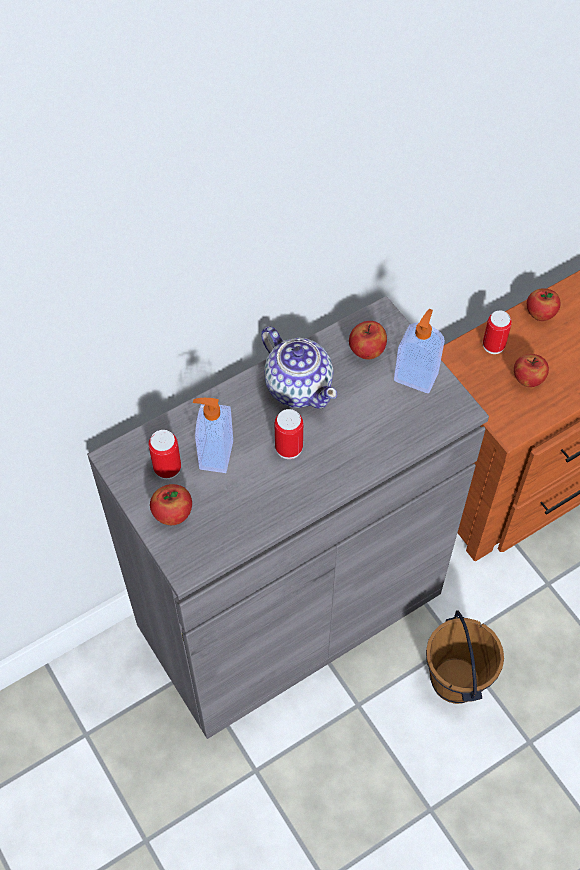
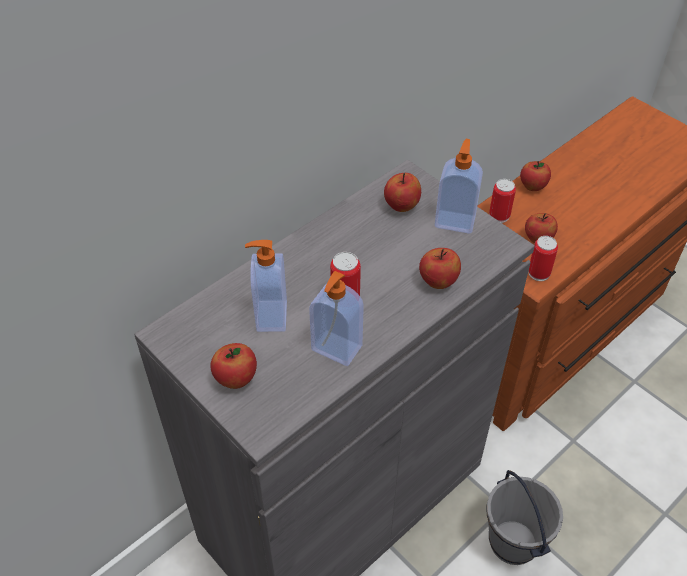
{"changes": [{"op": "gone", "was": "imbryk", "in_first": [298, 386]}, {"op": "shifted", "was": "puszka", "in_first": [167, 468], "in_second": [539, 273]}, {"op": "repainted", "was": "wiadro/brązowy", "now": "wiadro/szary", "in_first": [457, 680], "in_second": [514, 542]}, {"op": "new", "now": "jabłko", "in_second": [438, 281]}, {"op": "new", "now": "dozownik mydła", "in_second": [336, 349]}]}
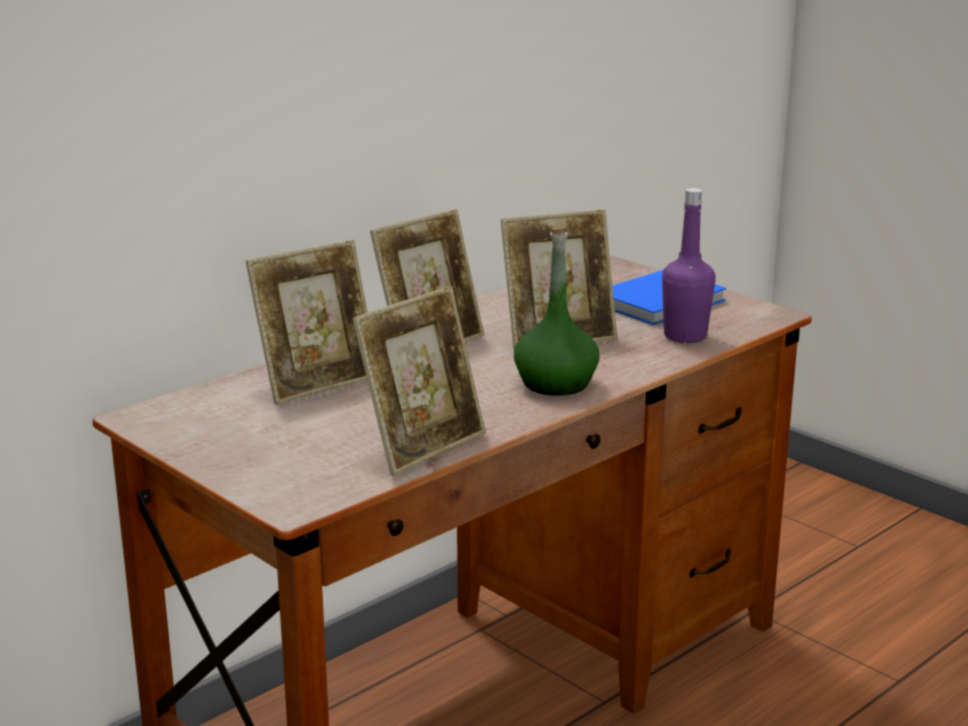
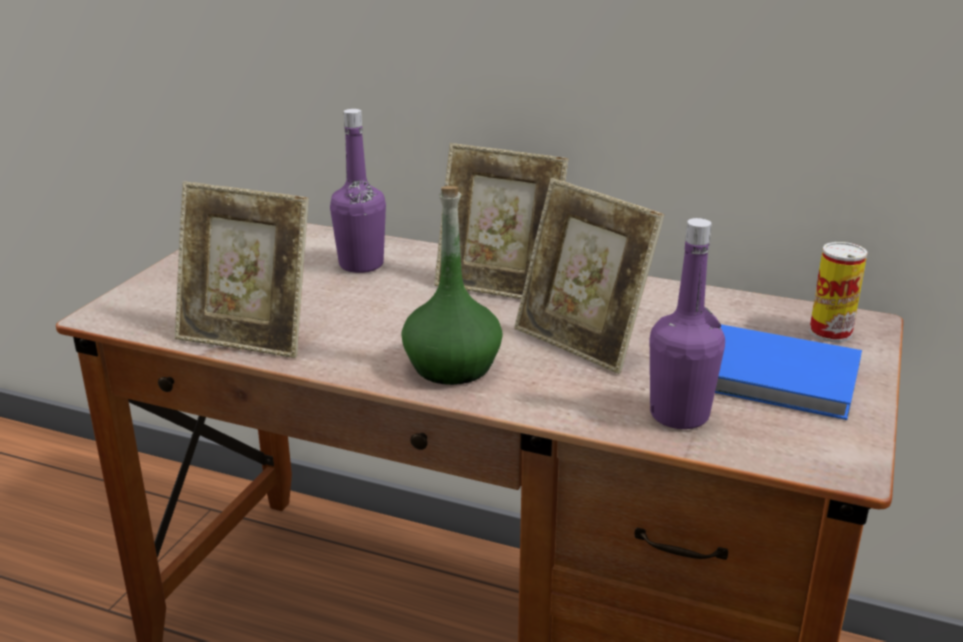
{"changes": [{"op": "swapped", "was": "ramka na zdjęcie", "now": "butelka/fioletowy", "in_first": [318, 383], "in_second": [361, 264]}, {"op": "new", "now": "puszka", "in_second": [830, 332]}]}
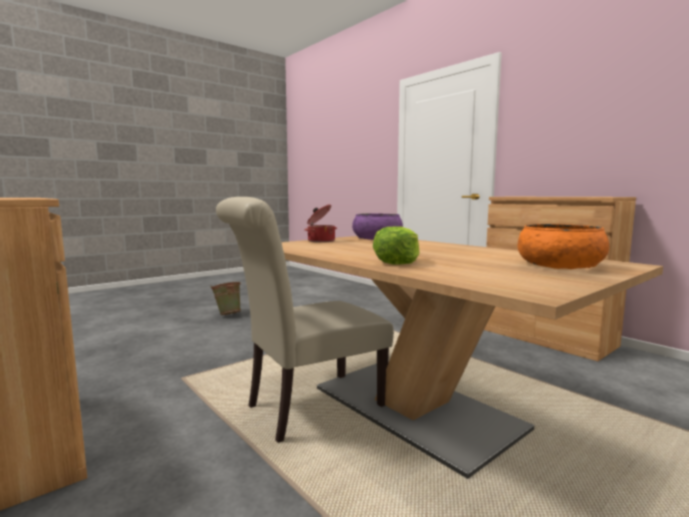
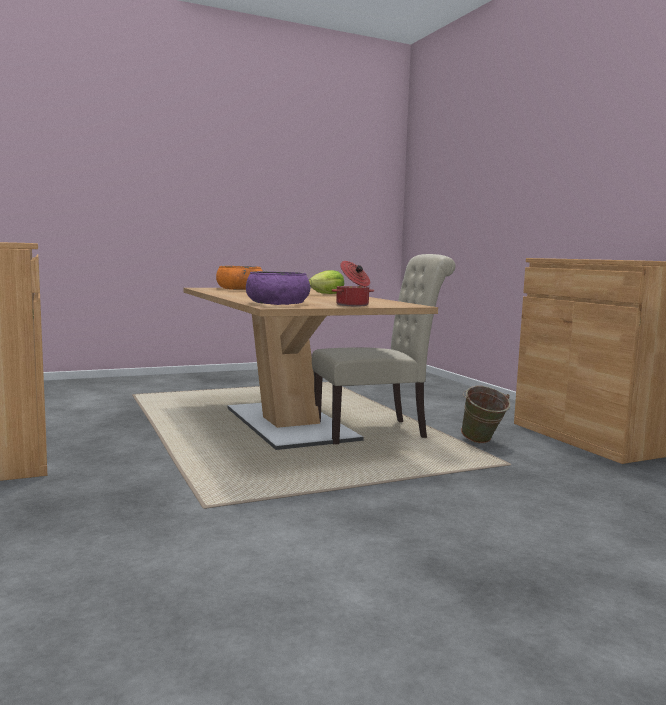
{"changes": [{"op": "shifted", "was": "wiadro/zielony", "in_first": [228, 314], "in_second": [482, 442]}]}
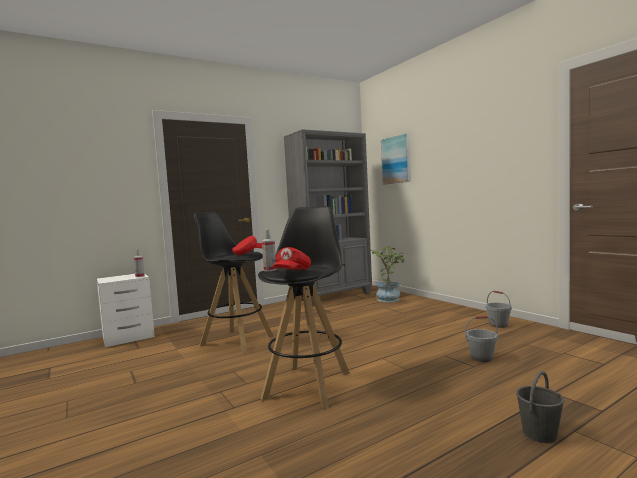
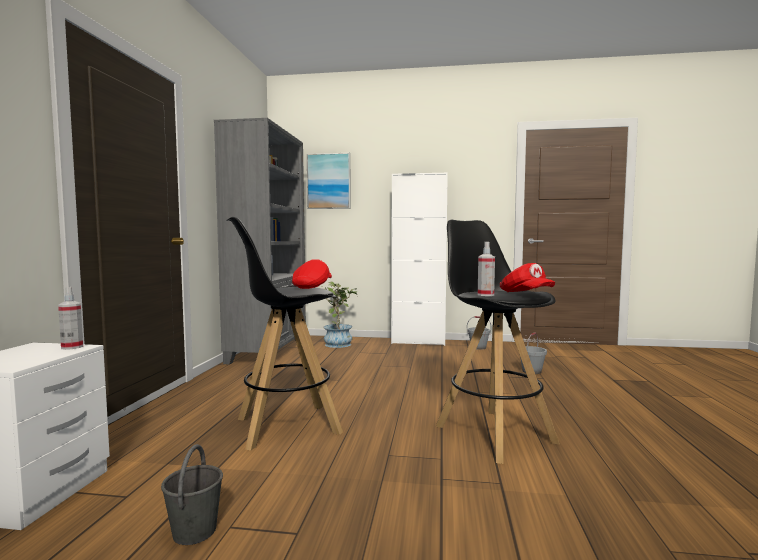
{"changes": [{"op": "shifted", "was": "wiadro/szary", "in_first": [539, 434], "in_second": [195, 531]}, {"op": "new", "now": "szafka/biały", "in_second": [418, 342]}]}
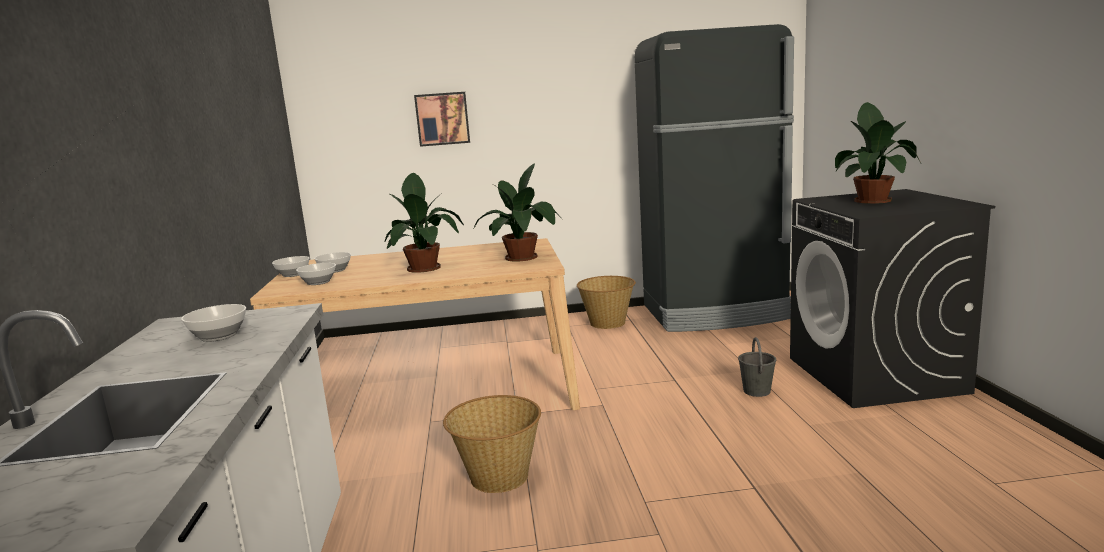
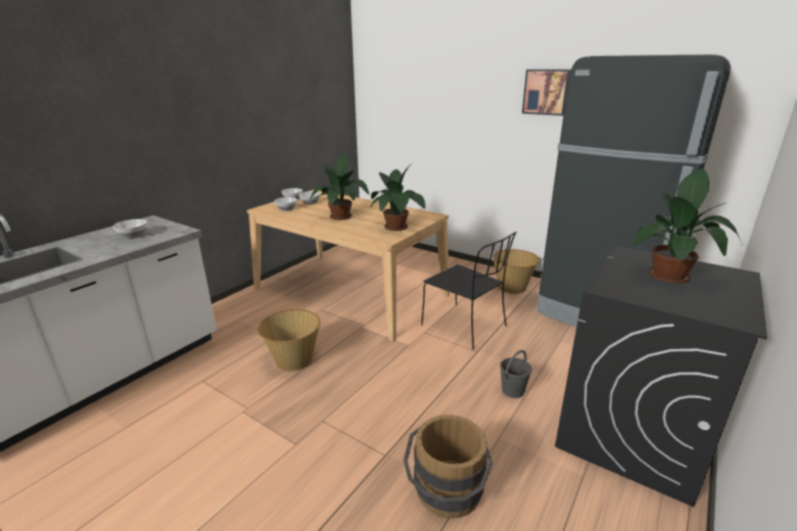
{"changes": [{"op": "shifted", "was": "obraz", "in_first": [442, 119], "in_second": [546, 92]}, {"op": "new", "now": "krzesło/czarny", "in_second": [465, 326]}, {"op": "new", "now": "wiadro/brązowy", "in_second": [446, 495]}]}
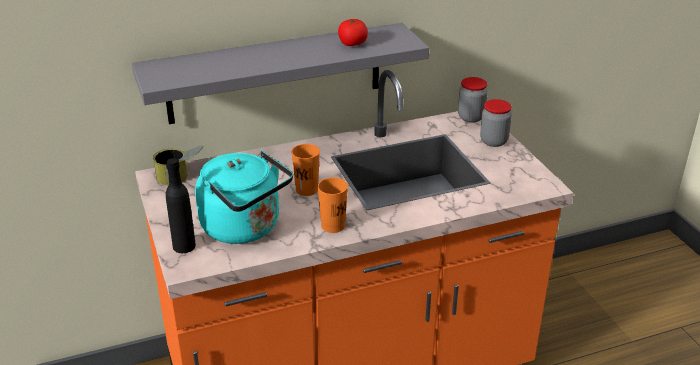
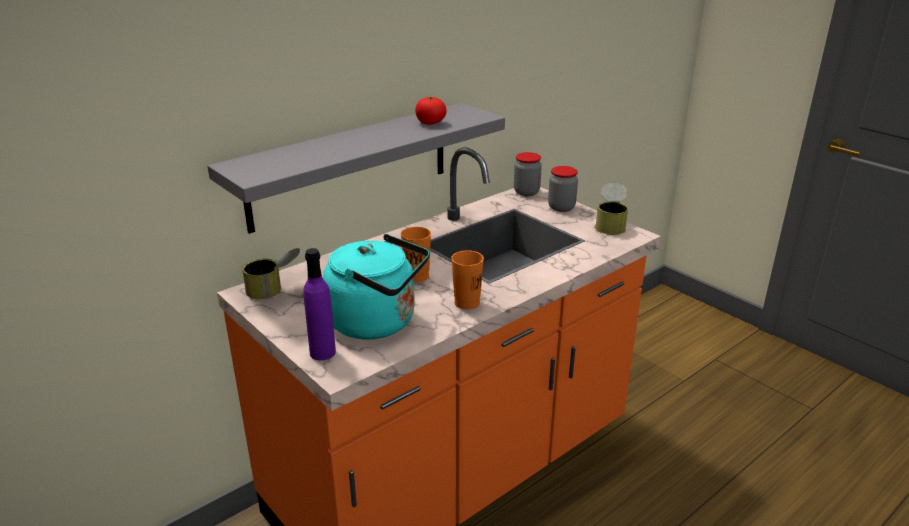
{"changes": [{"op": "repainted", "was": "butelka/czarny", "now": "butelka/fioletowy", "in_first": [184, 246], "in_second": [322, 352]}, {"op": "new", "now": "puszka", "in_second": [611, 224]}]}
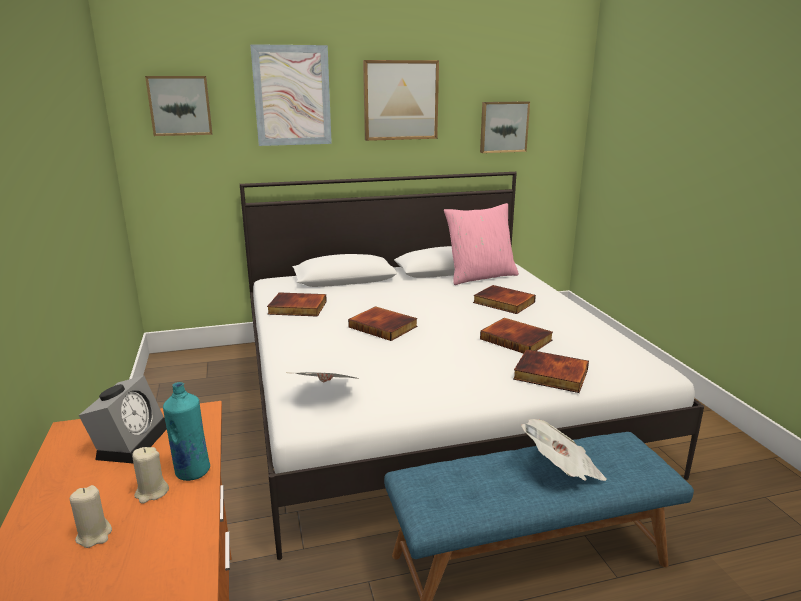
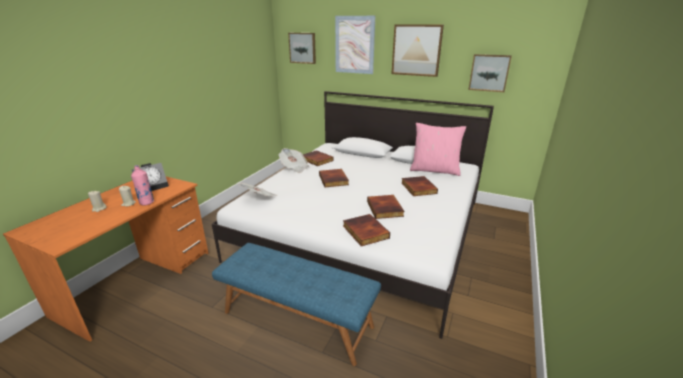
{"changes": [{"op": "repainted", "was": "butelka/turkusowy", "now": "butelka/różowy", "in_first": [192, 471], "in_second": [147, 202]}, {"op": "shifted", "was": "gazeta", "in_first": [561, 469], "in_second": [294, 168]}]}
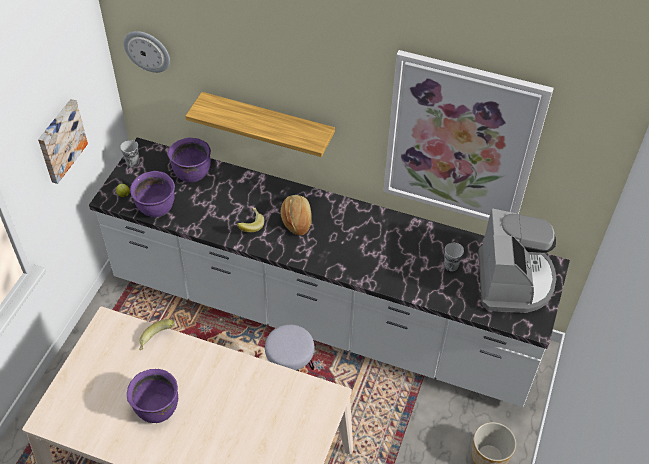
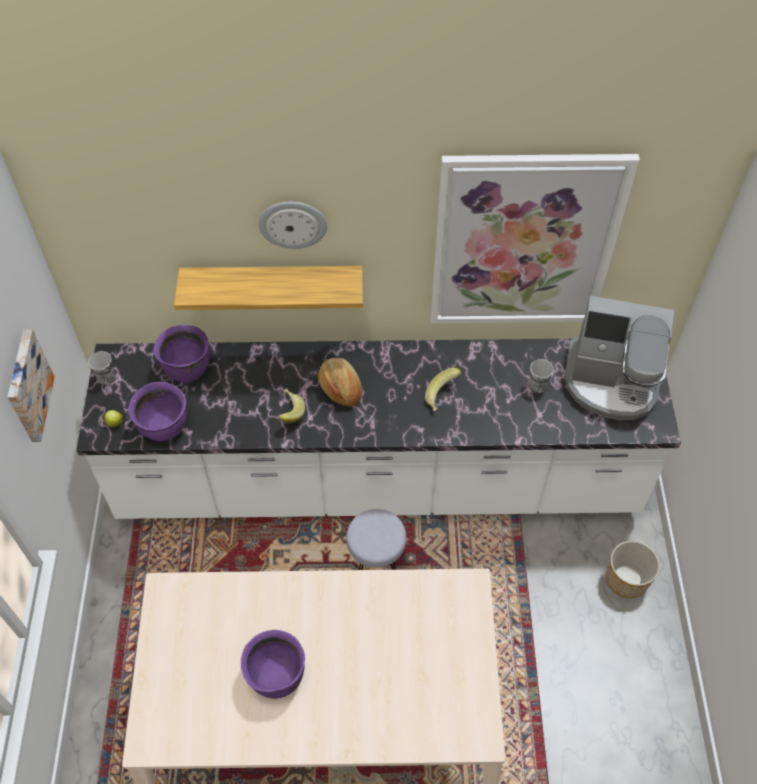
{"changes": [{"op": "shifted", "was": "zegar ścienny", "in_first": [147, 51], "in_second": [292, 223]}, {"op": "rotated", "was": "ekspres do kawy", "in_first": [513, 281], "in_second": [611, 381], "clockwise": 120}, {"op": "shifted", "was": "banan", "in_first": [157, 340], "in_second": [443, 396]}]}
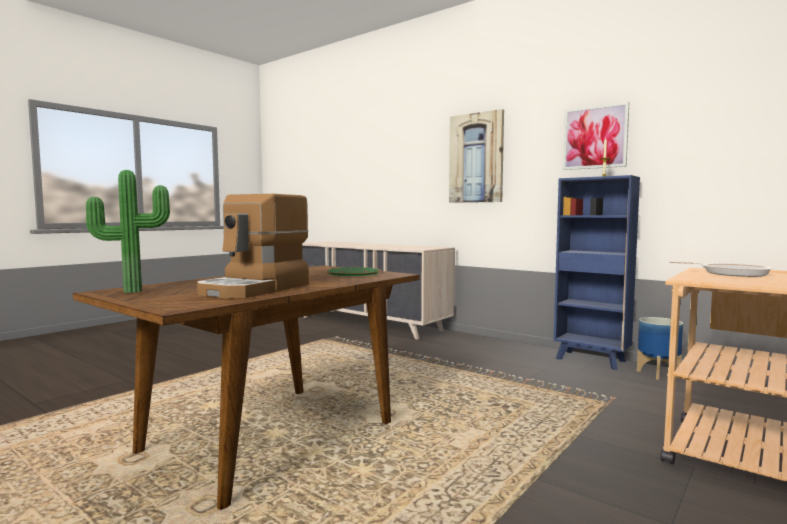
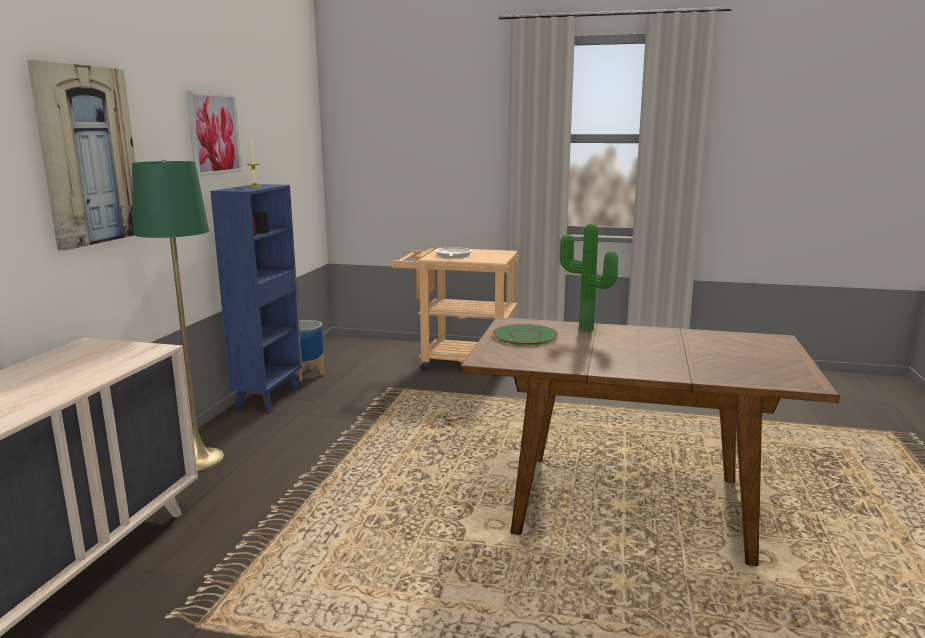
{"changes": [{"op": "shifted", "was": "roślina doniczkowa", "in_first": [132, 291], "in_second": [584, 330]}, {"op": "gone", "was": "ekspres do kawy", "in_first": [256, 289]}, {"op": "new", "now": "lampa stojąca/zielony", "in_second": [198, 460]}]}
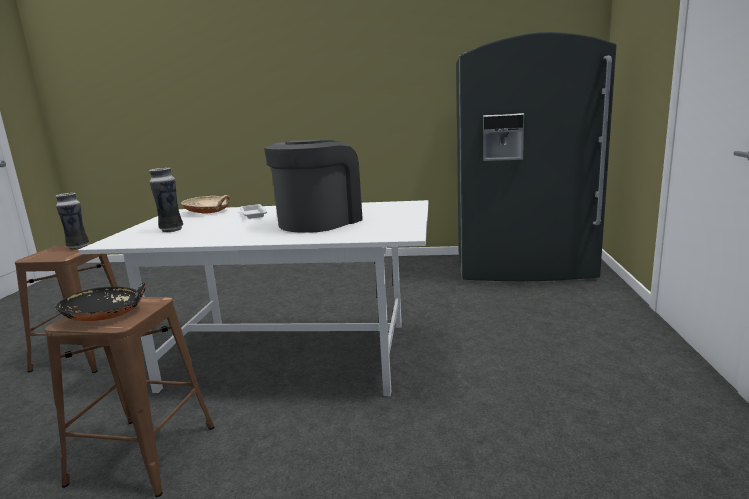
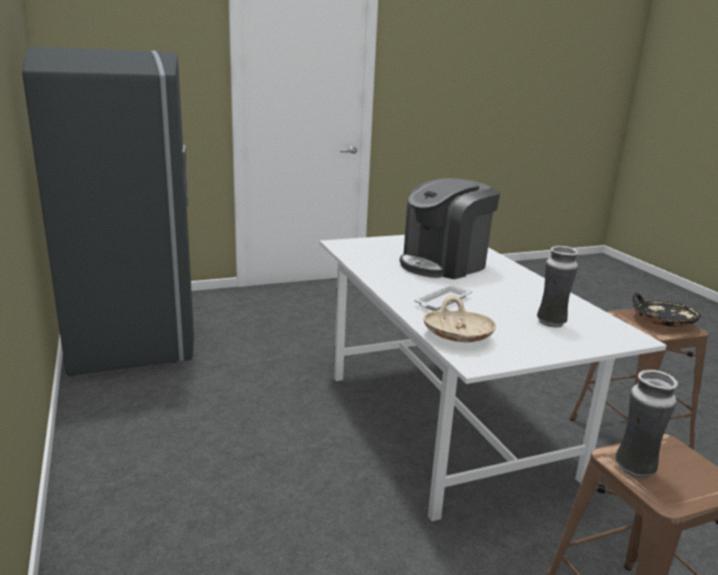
{"changes": [{"op": "rotated", "was": "ekspres do kawy", "in_first": [319, 222], "in_second": [444, 264], "clockwise": -45}]}
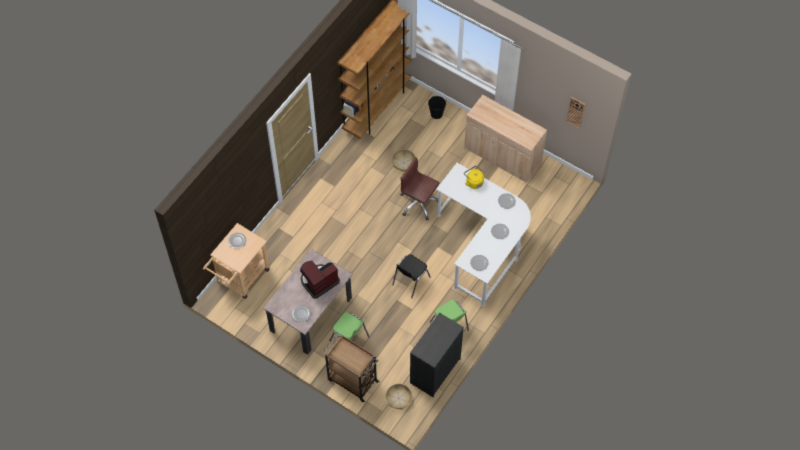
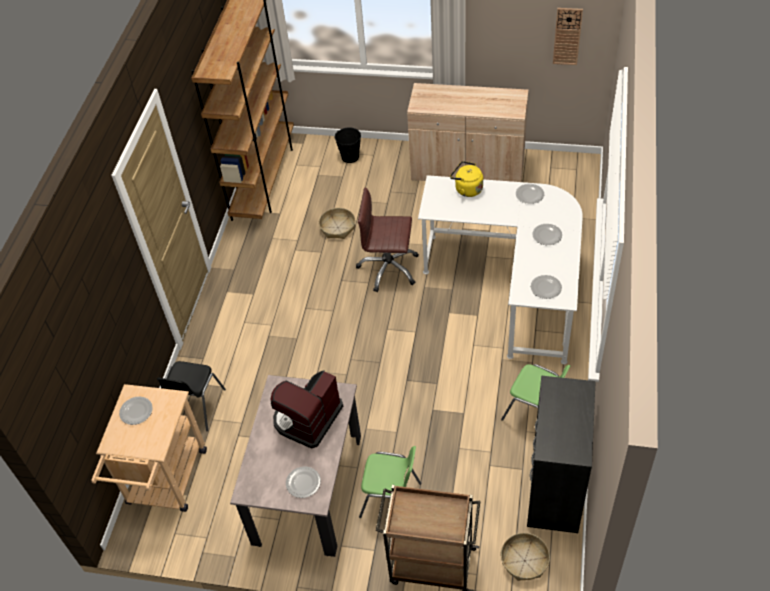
{"changes": [{"op": "shifted", "was": "krzesło/czarny", "in_first": [410, 281], "in_second": [196, 407]}]}
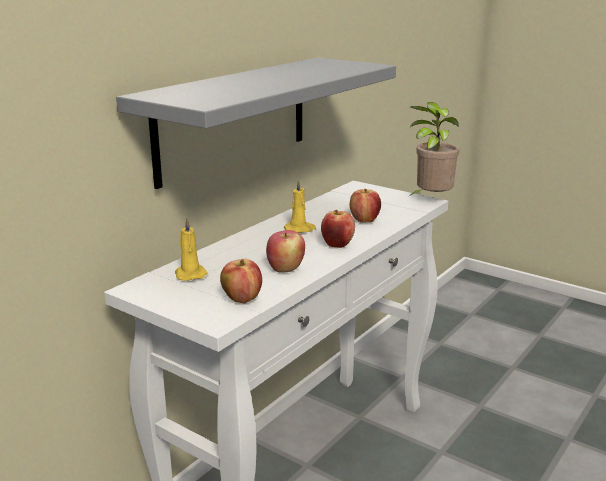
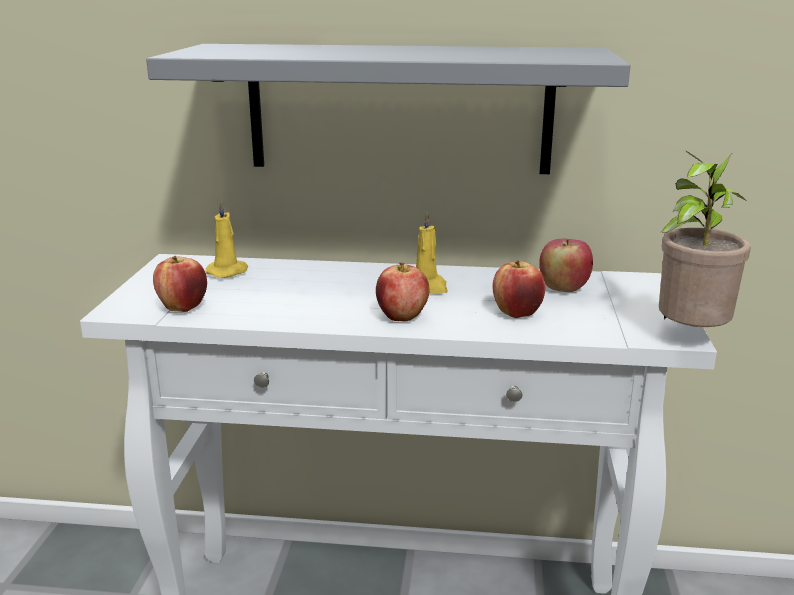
{"changes": [{"op": "shifted", "was": "jabłko", "in_first": [285, 269], "in_second": [563, 288]}]}
